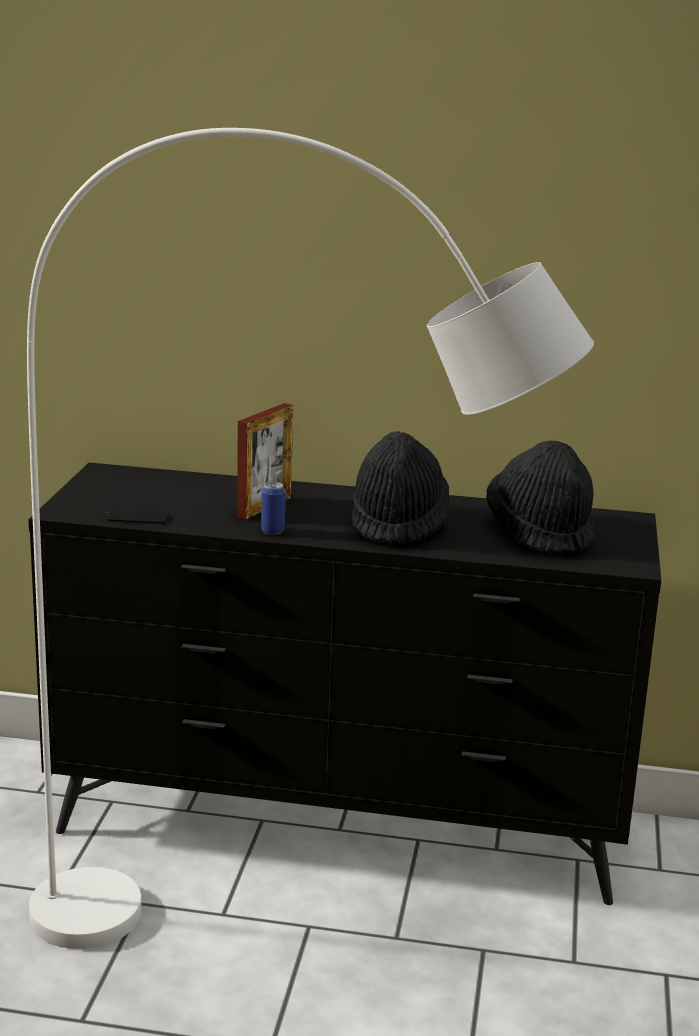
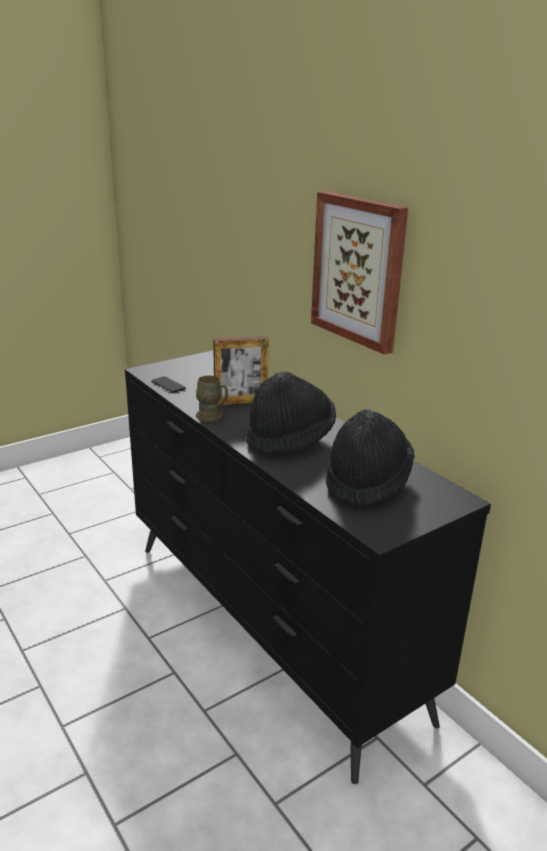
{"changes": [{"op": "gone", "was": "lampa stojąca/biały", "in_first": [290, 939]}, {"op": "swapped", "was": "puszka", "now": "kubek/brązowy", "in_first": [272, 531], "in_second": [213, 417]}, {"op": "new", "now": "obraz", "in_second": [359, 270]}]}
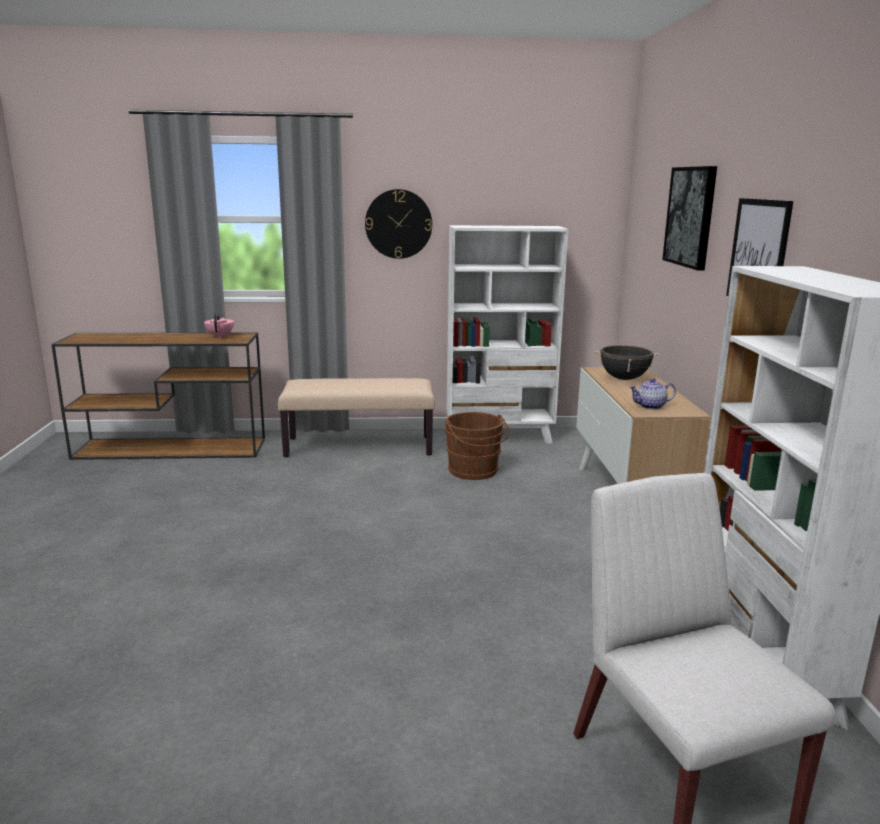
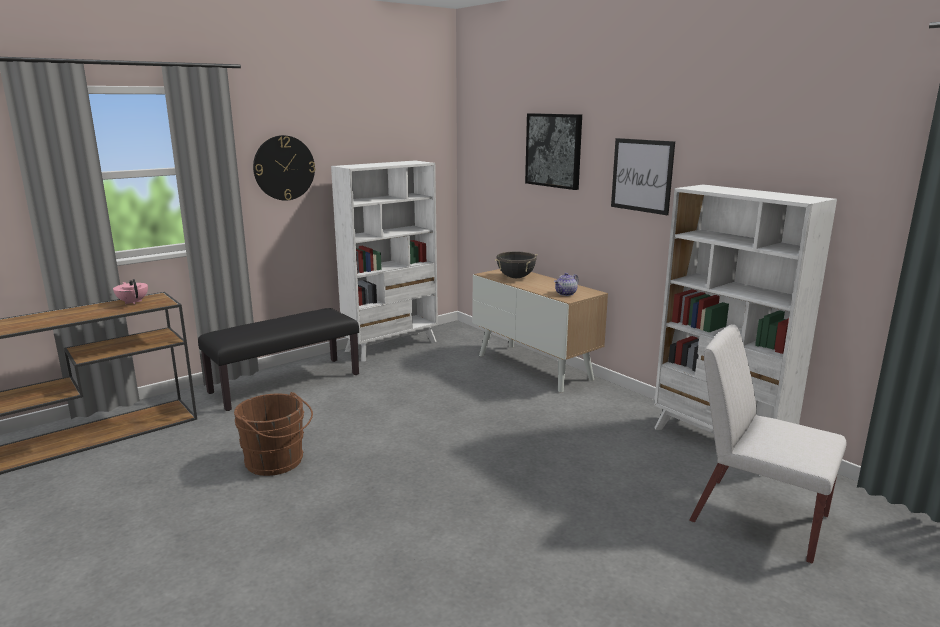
{"changes": [{"op": "repainted", "was": "ławka/beżowy", "now": "ławka/czarny", "in_first": [359, 446], "in_second": [285, 383]}, {"op": "shifted", "was": "wiadro/brązowy", "in_first": [474, 472], "in_second": [277, 462]}]}
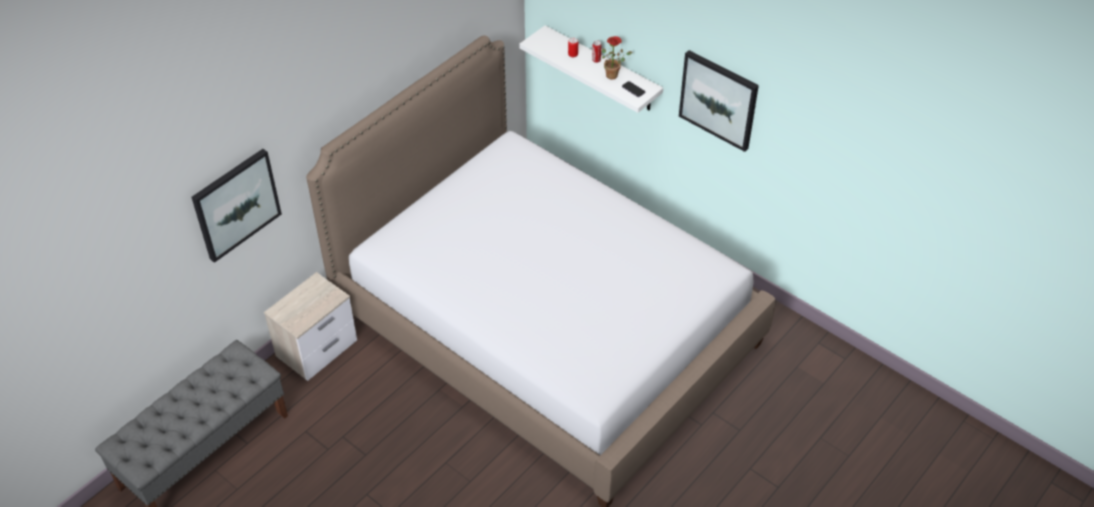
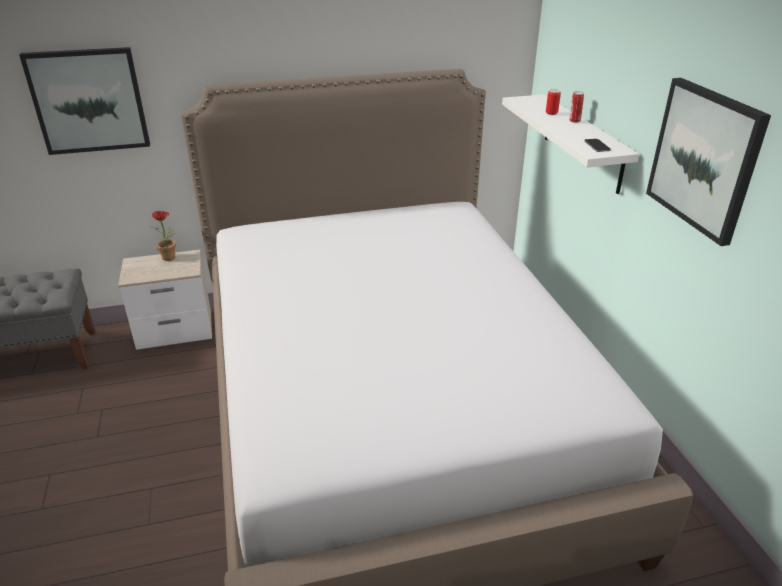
{"changes": [{"op": "shifted", "was": "roślina doniczkowa", "in_first": [614, 75], "in_second": [171, 258]}]}
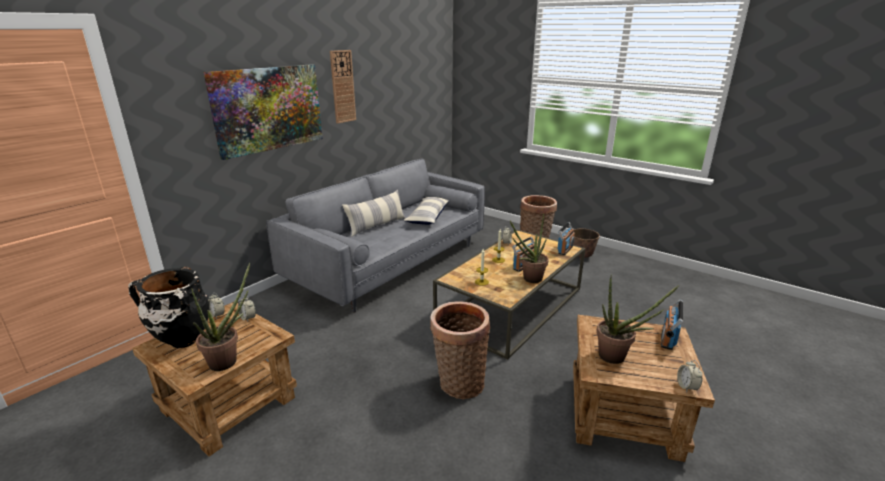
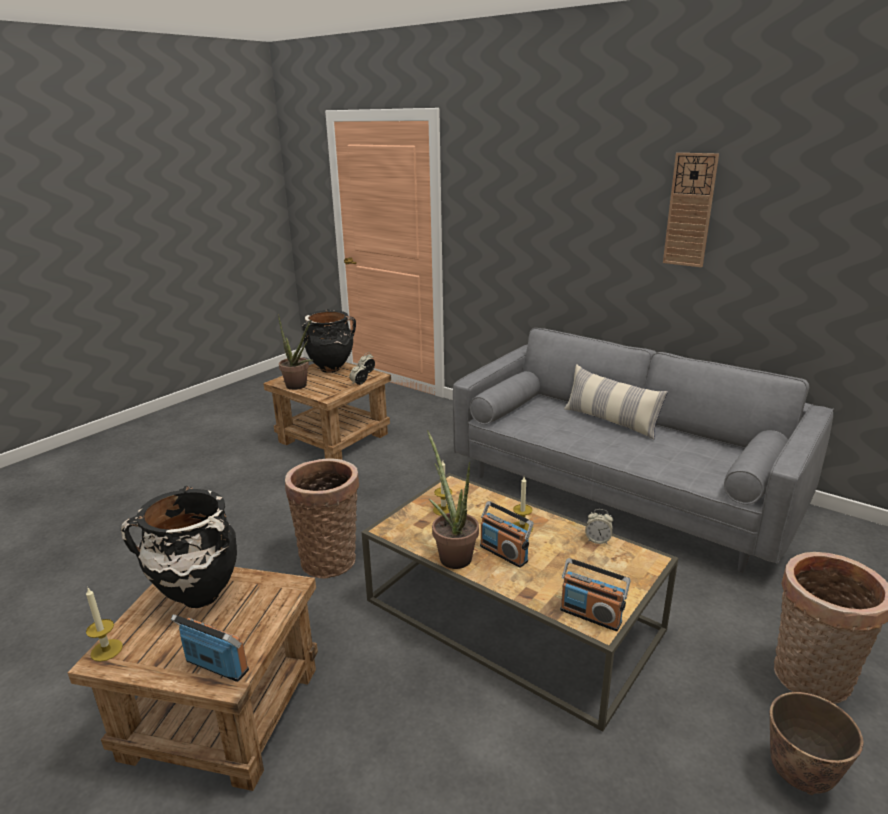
{"changes": [{"op": "gone", "was": "obraz", "in_first": [268, 109]}, {"op": "gone", "was": "poduszka", "in_first": [428, 217]}, {"op": "swapped", "was": "roślina doniczkowa", "now": "wazon/czarny", "in_first": [617, 358], "in_second": [198, 597]}, {"op": "swapped", "was": "budzik", "now": "świeca", "in_first": [686, 387], "in_second": [106, 650]}]}
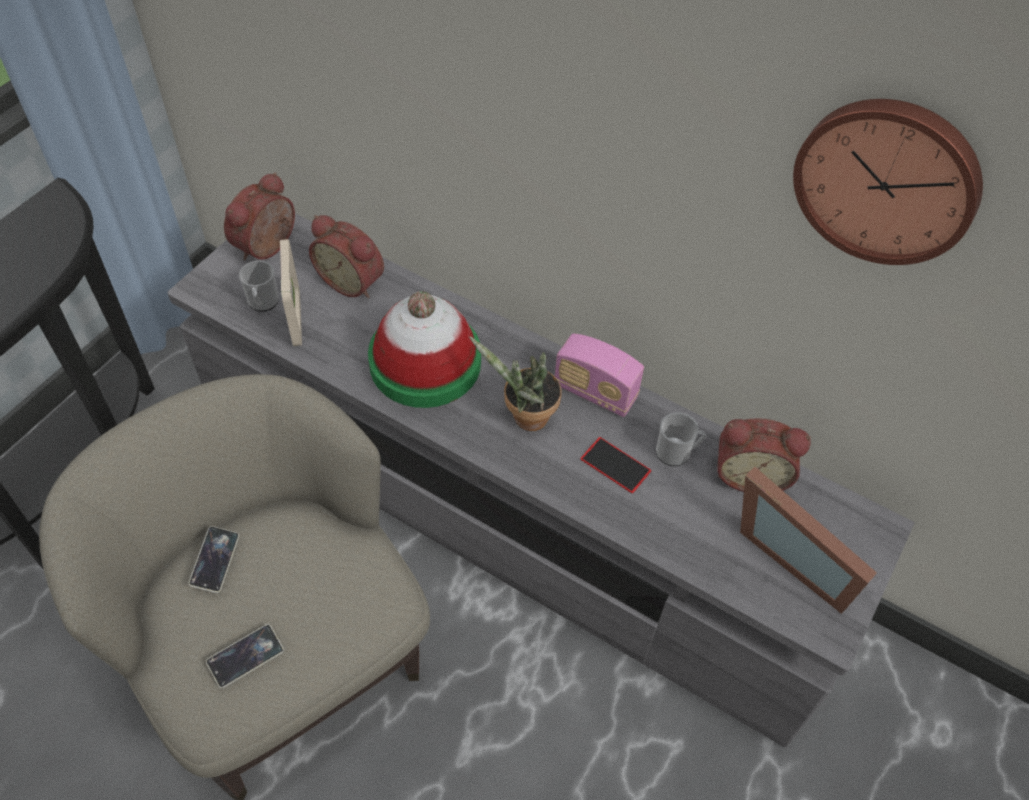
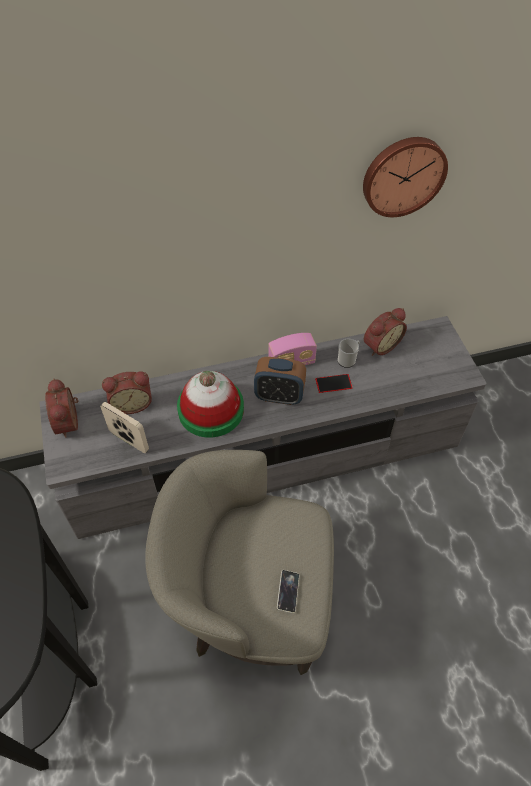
{"changes": [{"op": "gone", "was": "kubek", "in_first": [263, 303]}, {"op": "swapped", "was": "roślina doniczkowa", "now": "budzik", "in_first": [525, 418], "in_second": [279, 396]}, {"op": "gone", "was": "ramka na zdjęcie", "in_first": [796, 554]}, {"op": "gone", "was": "telefon", "in_first": [215, 561]}]}
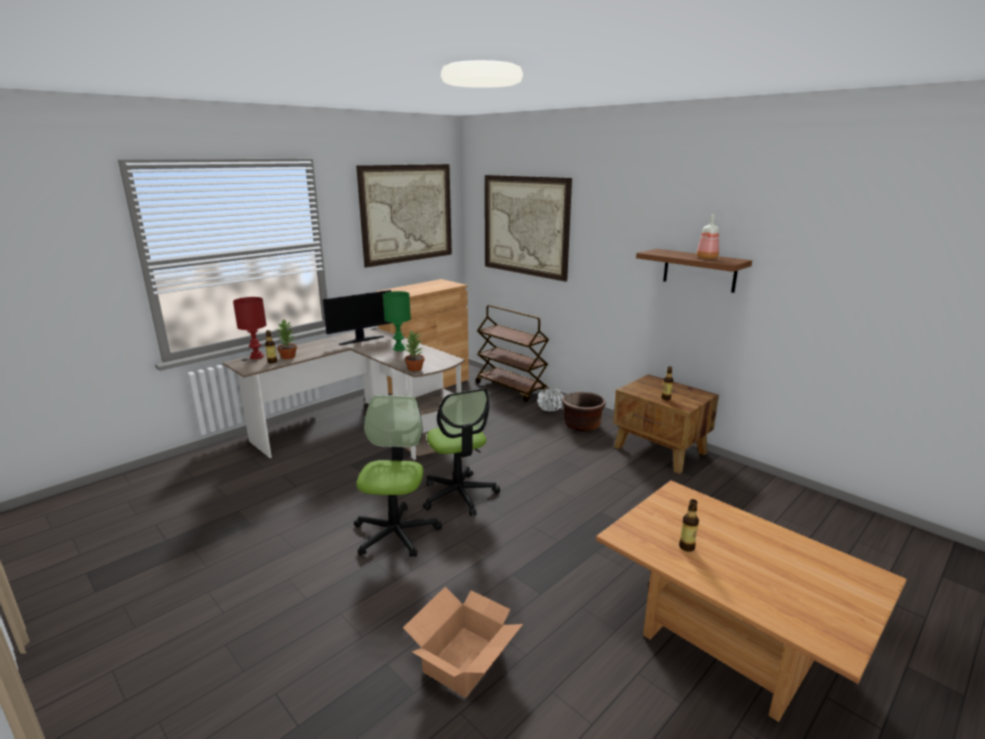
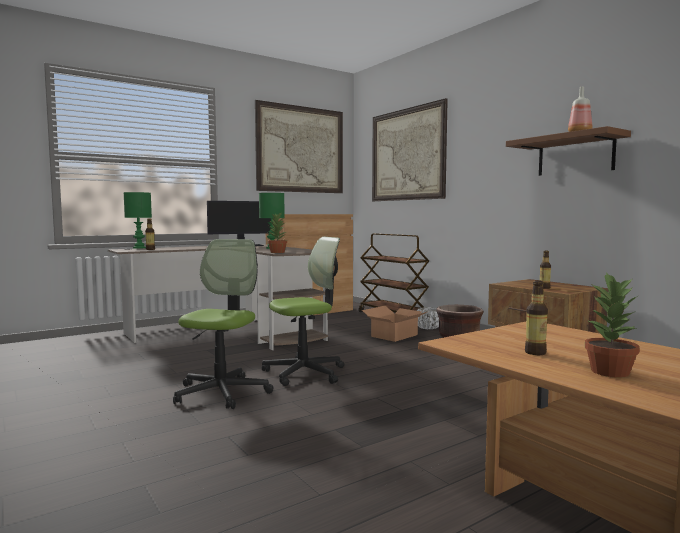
{"changes": [{"op": "repainted", "was": "lampa stołowa/czerwony", "now": "lampa stołowa/zielony", "in_first": [257, 357], "in_second": [140, 248]}, {"op": "shifted", "was": "roślina doniczkowa", "in_first": [288, 357], "in_second": [610, 372]}, {"op": "rotated", "was": "krzesło biurowe", "in_first": [459, 495], "in_second": [305, 373], "clockwise": -105}, {"op": "shifted", "was": "karton", "in_first": [465, 660], "in_second": [395, 335]}]}
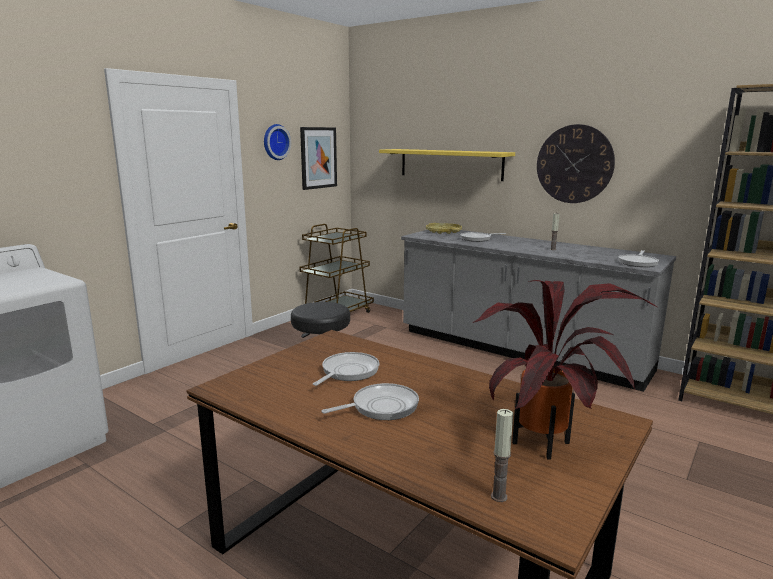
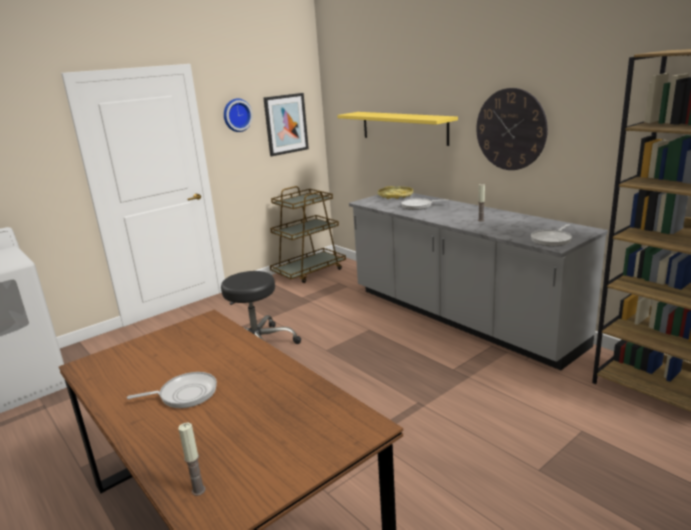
{"changes": [{"op": "gone", "was": "roślina doniczkowa", "in_first": [544, 446]}, {"op": "gone", "was": "patelnia", "in_first": [348, 372]}]}
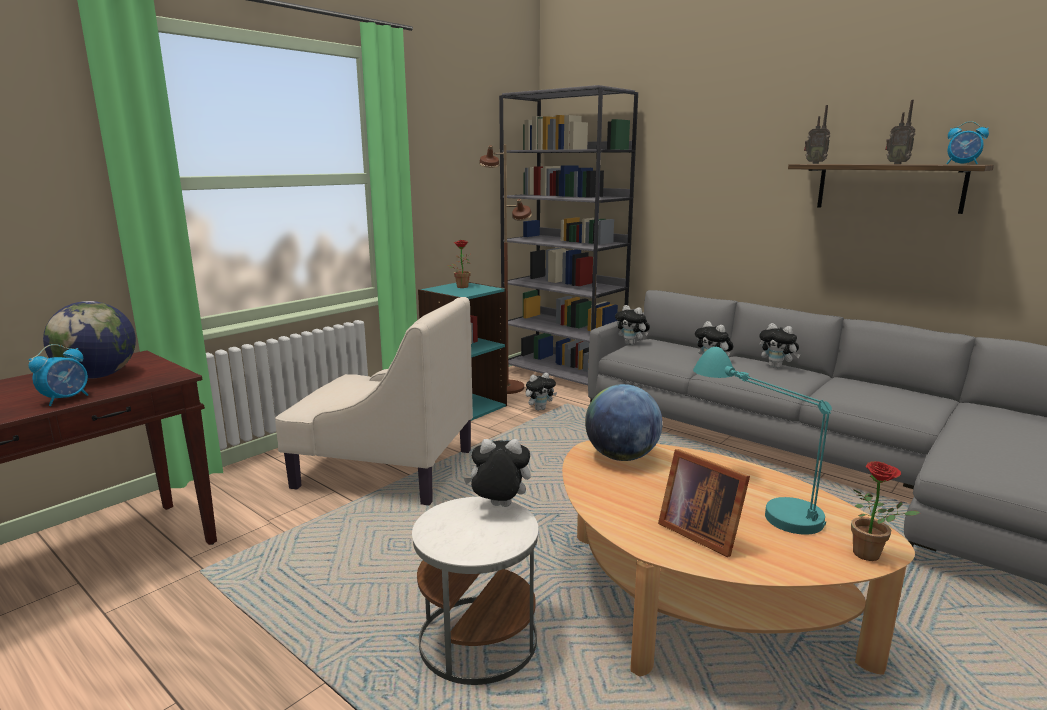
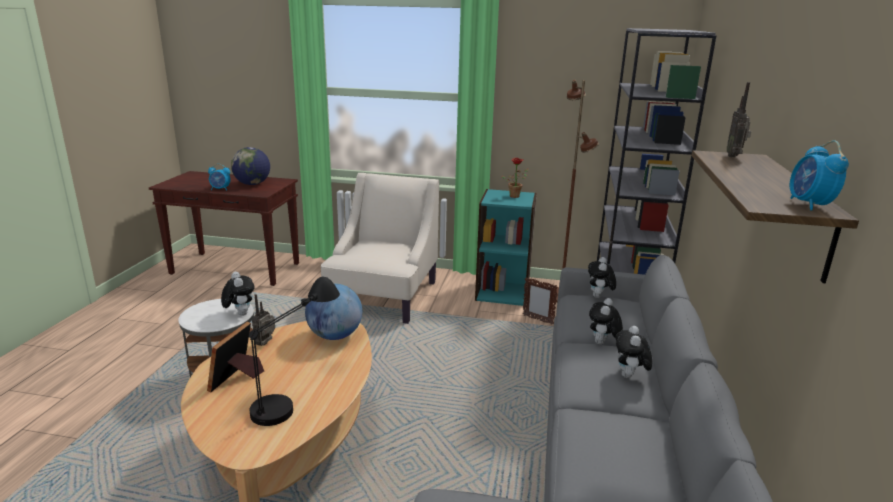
{"changes": [{"op": "shifted", "was": "radio", "in_first": [897, 164], "in_second": [266, 344]}, {"op": "rotated", "was": "fotel/beżowy", "in_first": [383, 468], "in_second": [383, 297], "clockwise": -150}, {"op": "repainted", "was": "lampa stołowa/turkusowy", "now": "lampa stołowa/czarny", "in_first": [753, 498], "in_second": [297, 393]}, {"op": "swapped", "was": "pluszak", "now": "ramka na zdjęcie", "in_first": [540, 409], "in_second": [537, 320]}, {"op": "gone", "was": "roślina doniczkowa", "in_first": [872, 556]}]}
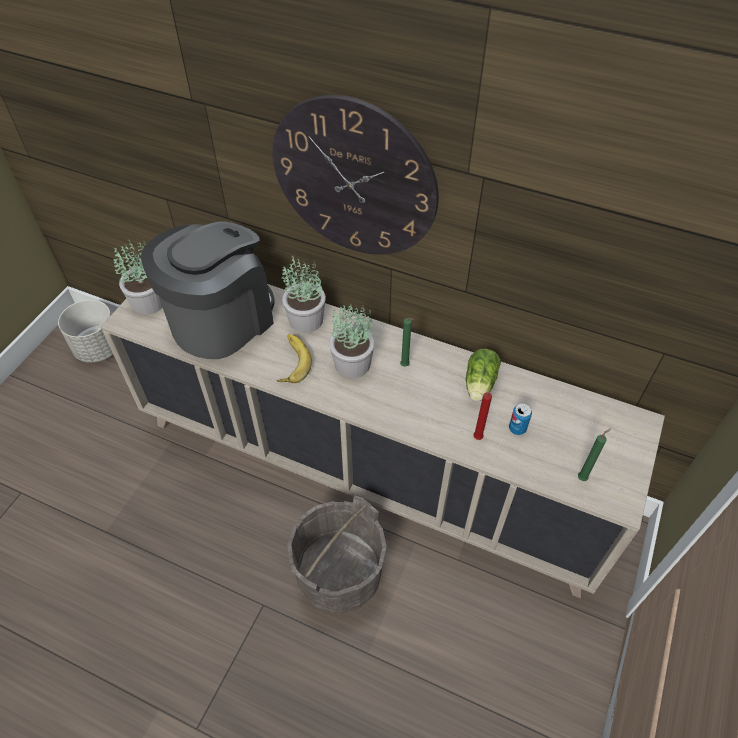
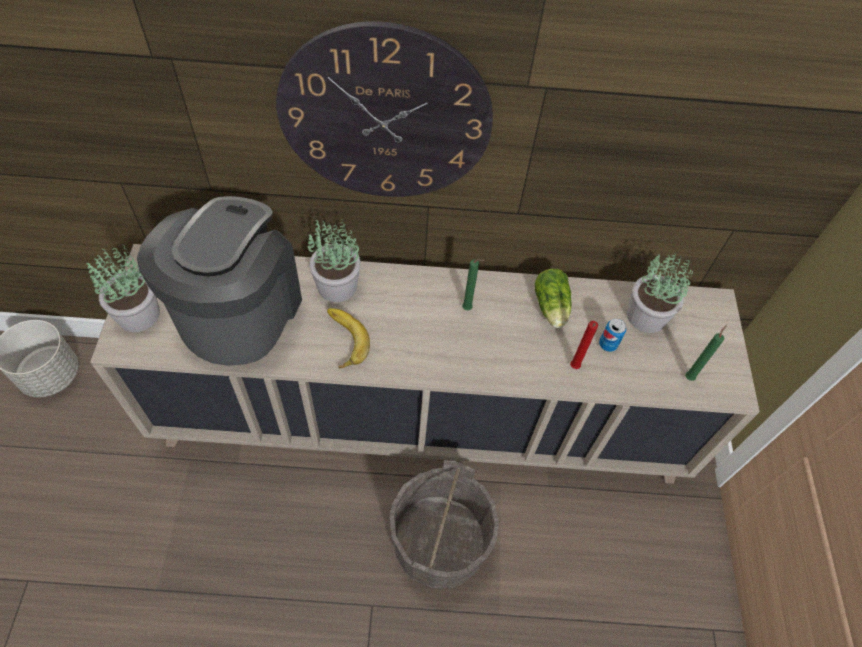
{"changes": [{"op": "shifted", "was": "roślina doniczkowa", "in_first": [353, 364], "in_second": [647, 316]}]}
